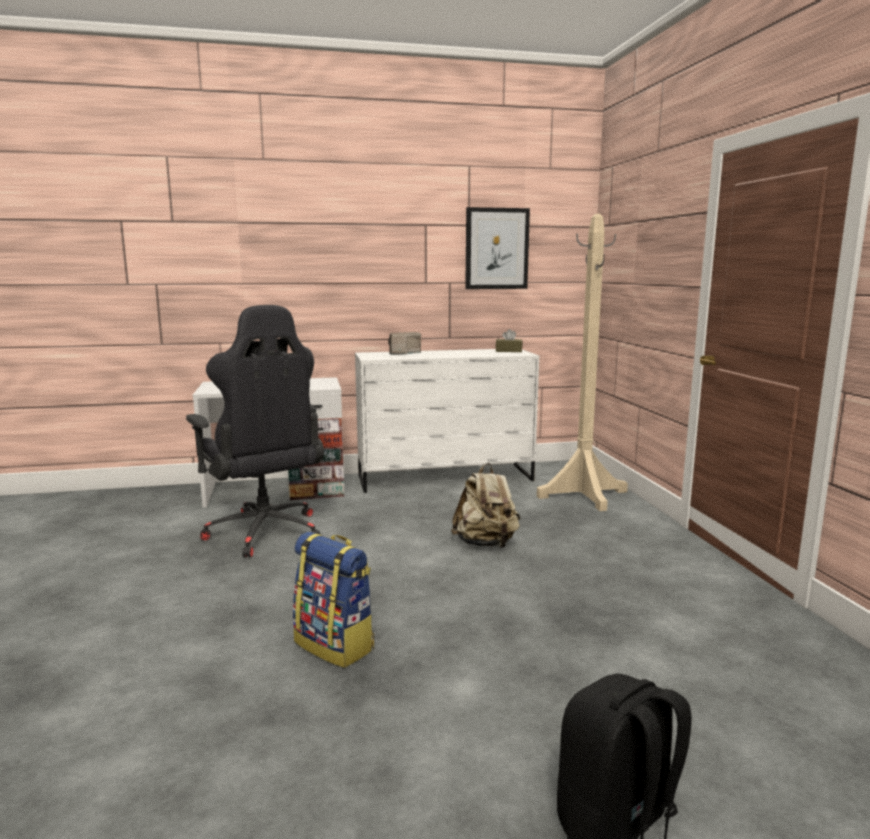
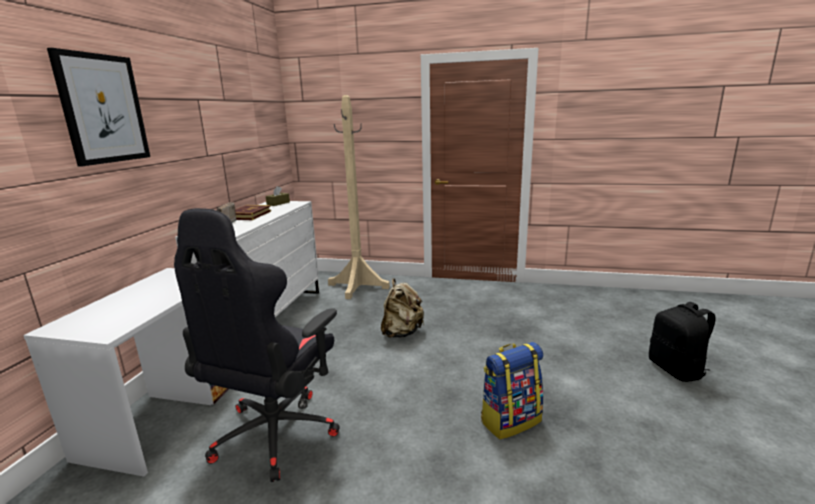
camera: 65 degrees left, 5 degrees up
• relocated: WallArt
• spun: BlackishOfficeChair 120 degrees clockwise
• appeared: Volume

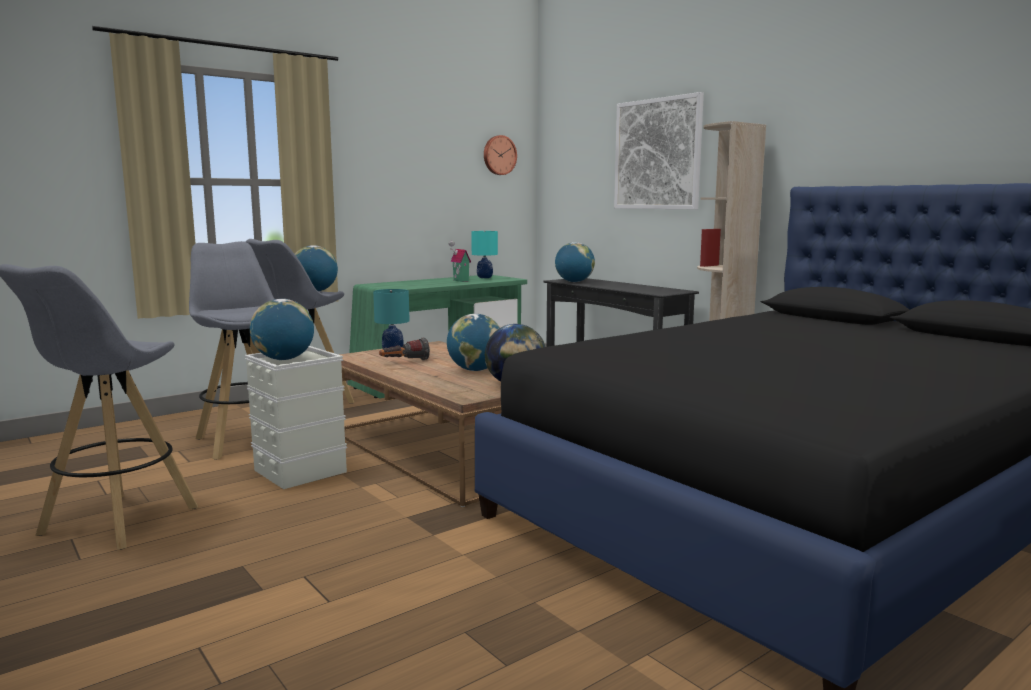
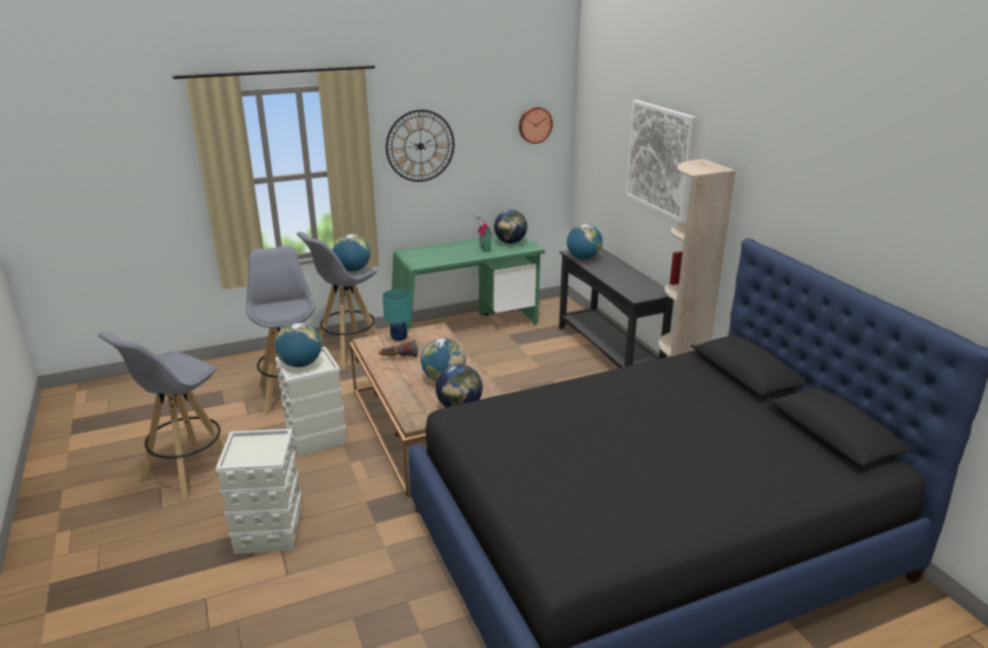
camera: 15 degrees right, 15 degrees up
• exchanged: TurquoiseColouredTabletopLamp (no. 2 from left) to Globe (no. 5 from left)
• appeared: WallClock (no. 1 from left)
• appeared: GrayStorageContainer (no. 1 from left)

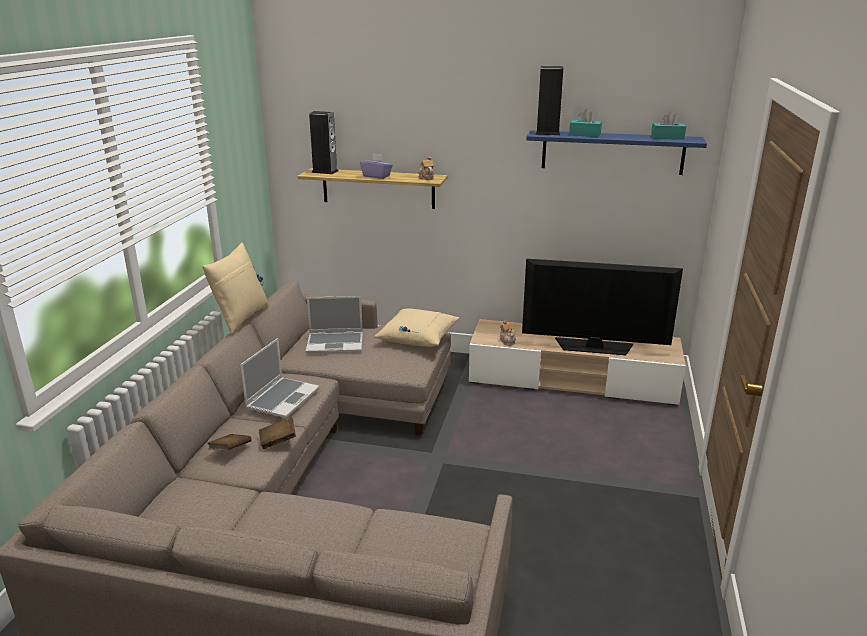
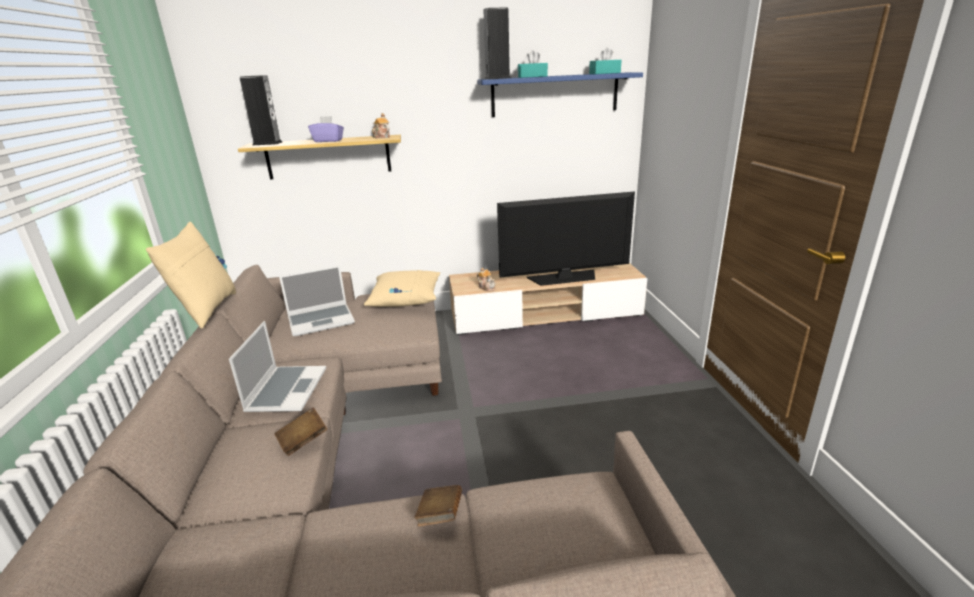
camera: 20 degrees left, 0 degrees up
• relocated: BrownishVolume (no. 1 from left in the first image) to BrownishVolume (no. 2 from left)

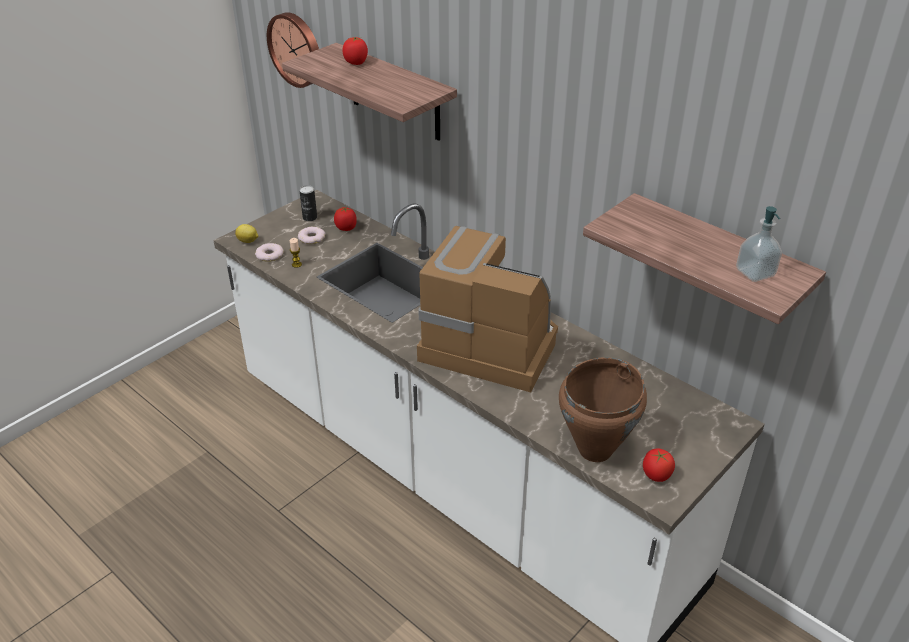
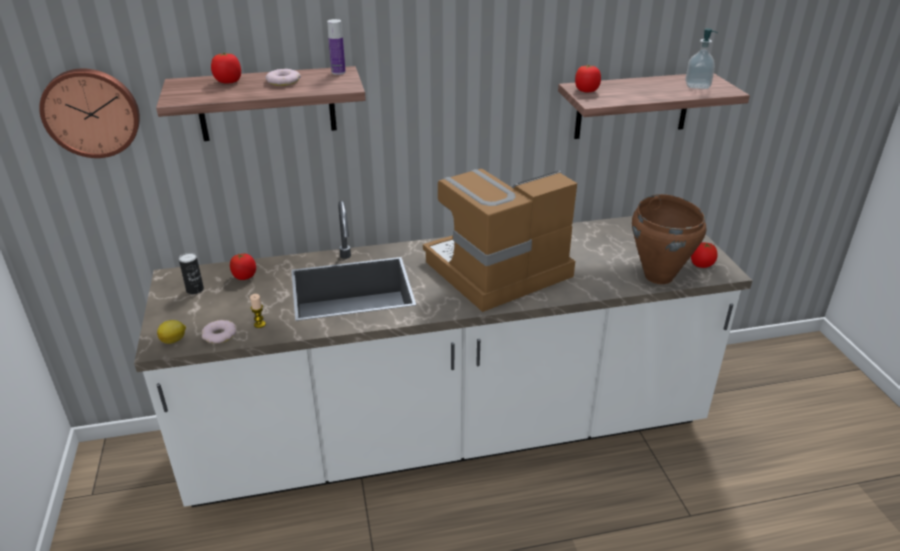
camera: 55 degrees left, 5 degrees down
• relocated: Doughnut (no. 2 from left)
• appeared: Bottle
• appeared: FreshTomato (no. 3 from left)

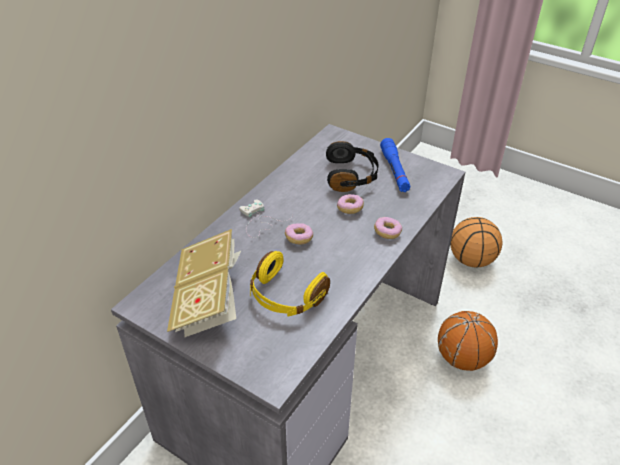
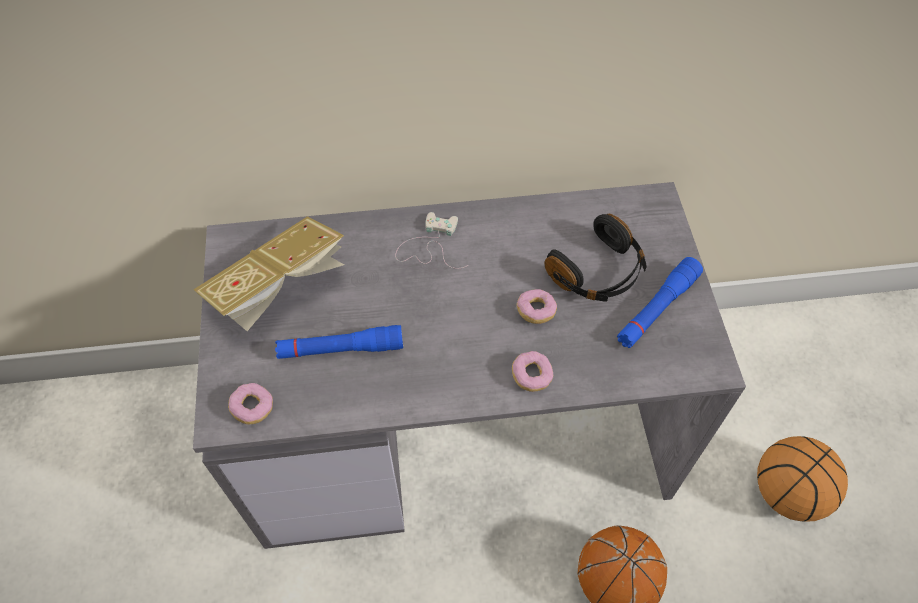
camera: 50 degrees right, 15 degrees up
• relocated: Doughnut (no. 1 from left)
• exchanged: YellowPairOfHeadphones to BlueColouredTorch (no. 1 from left)

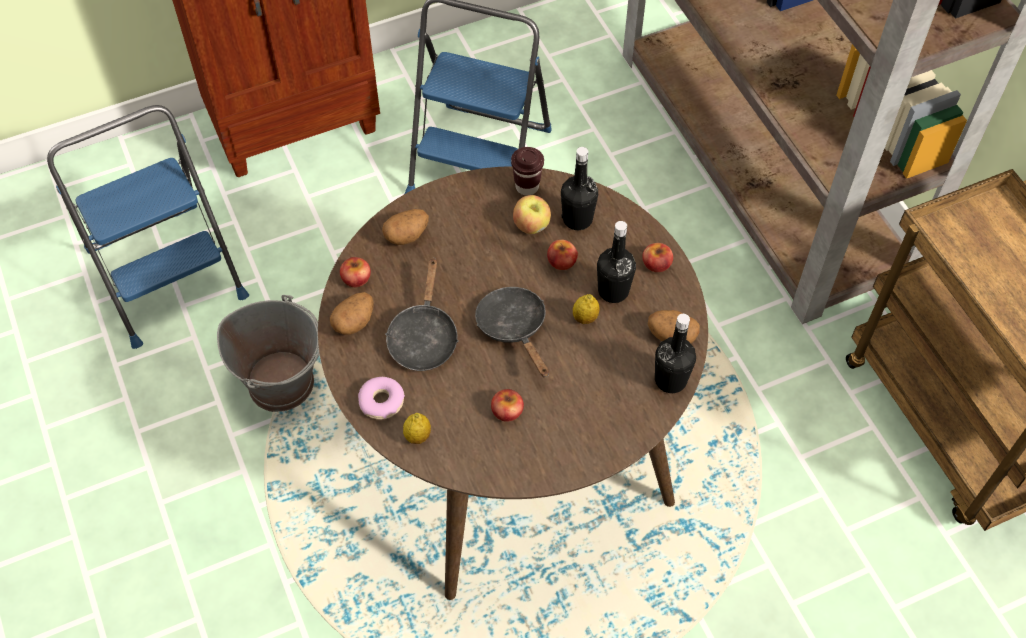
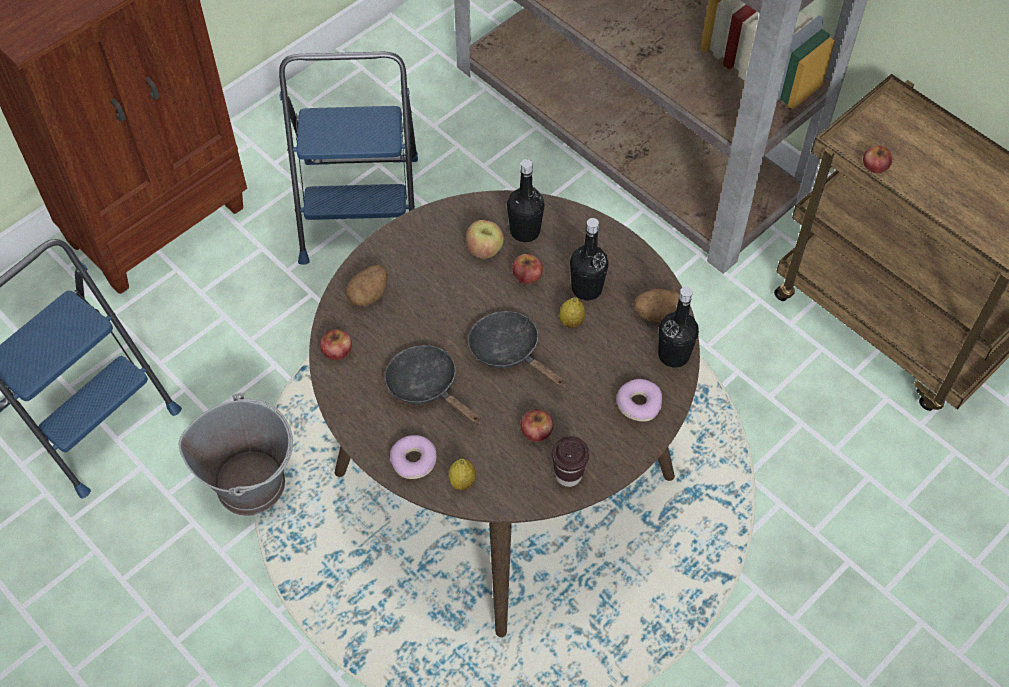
camera: 20 degrees left, 0 degrees up
• relocated: BrownishSmallCup
• relocated: WholeApple (no. 5 from left)
• spun: BlackishSkillet (no. 1 from left) 150 degrees clockwise
• missing: Spud (no. 1 from left)
• appeared: Doughnut (no. 2 from left)

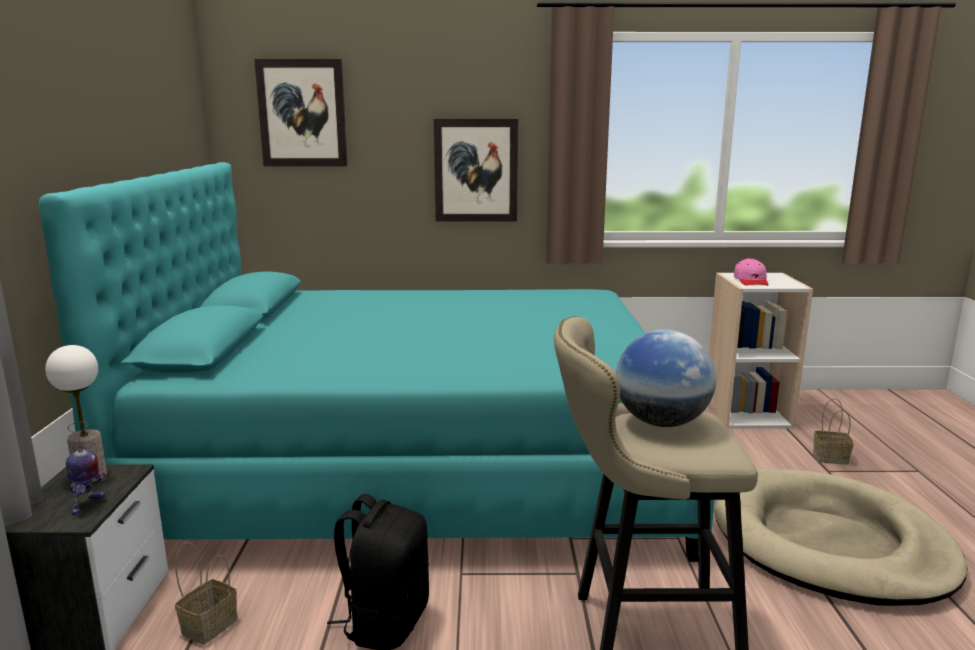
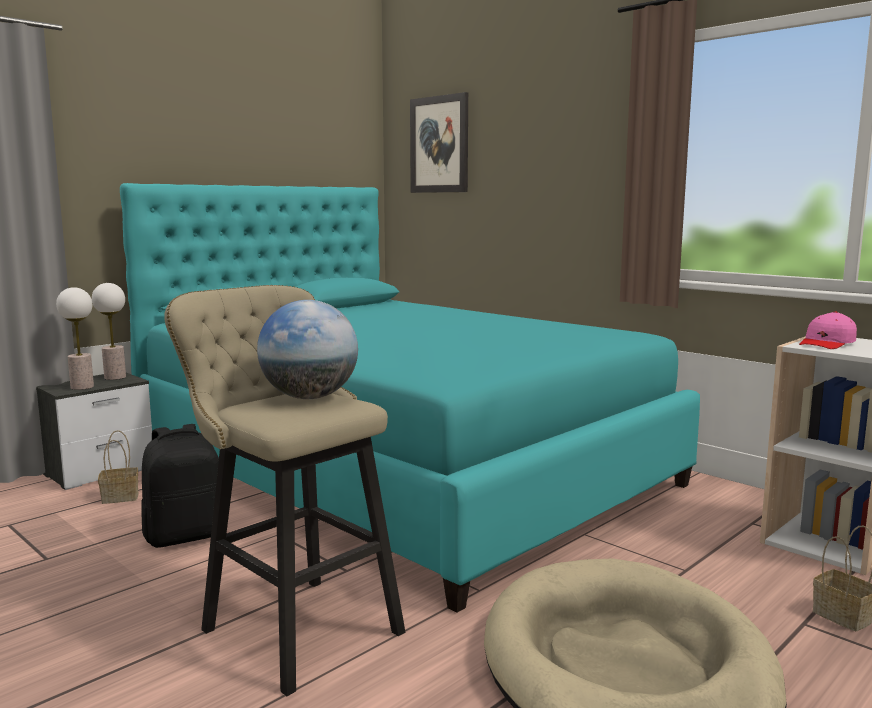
camera: 45 degrees right, 5 degrees down
• missing: WallArt (no. 2 from left)
• exchanged: ModelRobot to TabletopLamp (no. 1 from left)

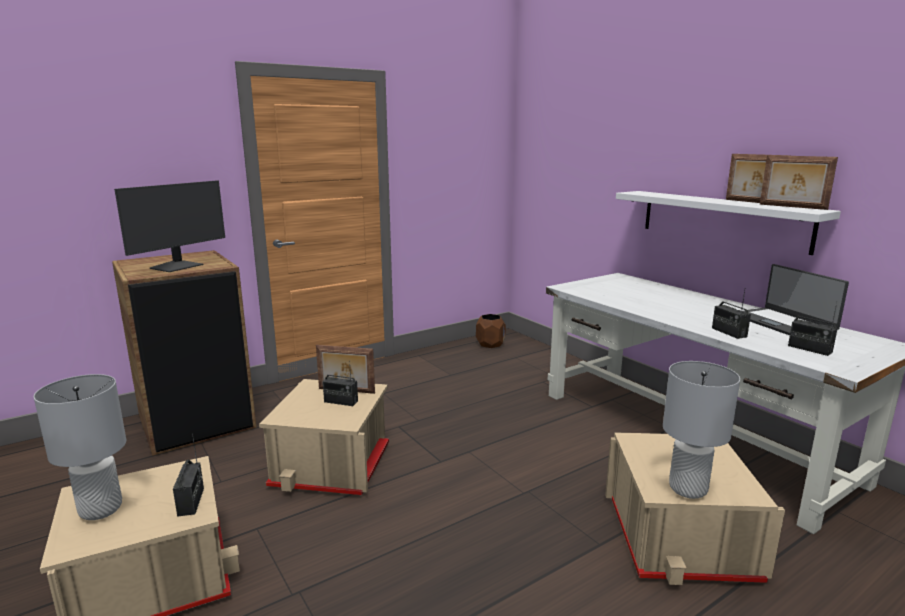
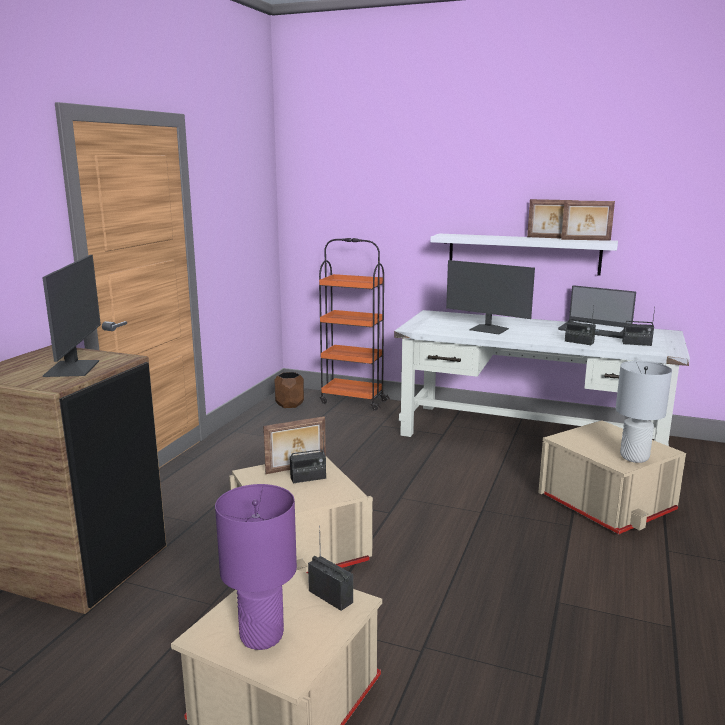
camera: 35 degrees left, 0 degrees up
• colour: GrayTabletopLamp (no. 1 from left) to PurplishTabletopLamp
• appeared: OrangeyWheeledCart
• appeared: ComputerScreen (no. 2 from left)

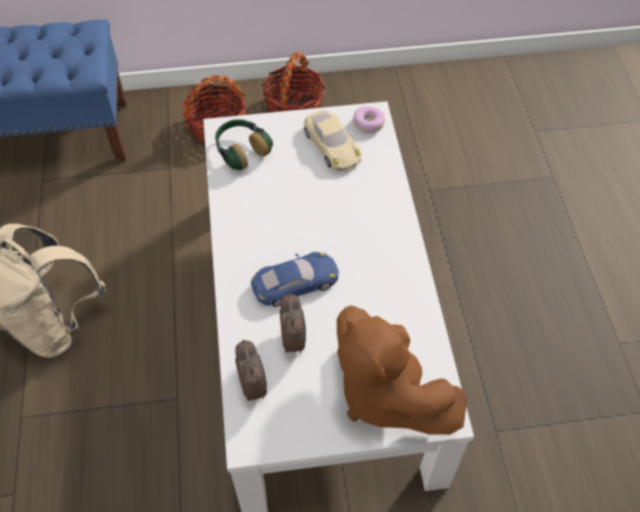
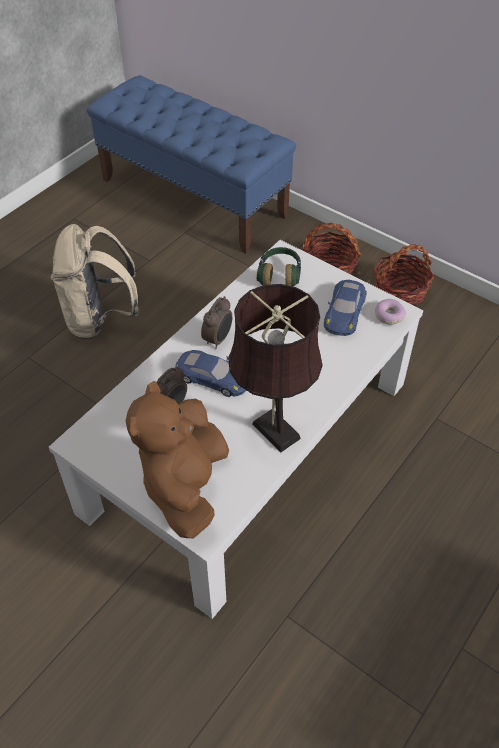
camera: 45 degrees right, 5 degrees down
• colour: BeigeModelCar to BlueColouredModelCar (no. 2 from left)
• relocated: TableClock (no. 1 from left in the first image) to TableClock (no. 2 from left)
• appeared: BrownishTabletopLamp

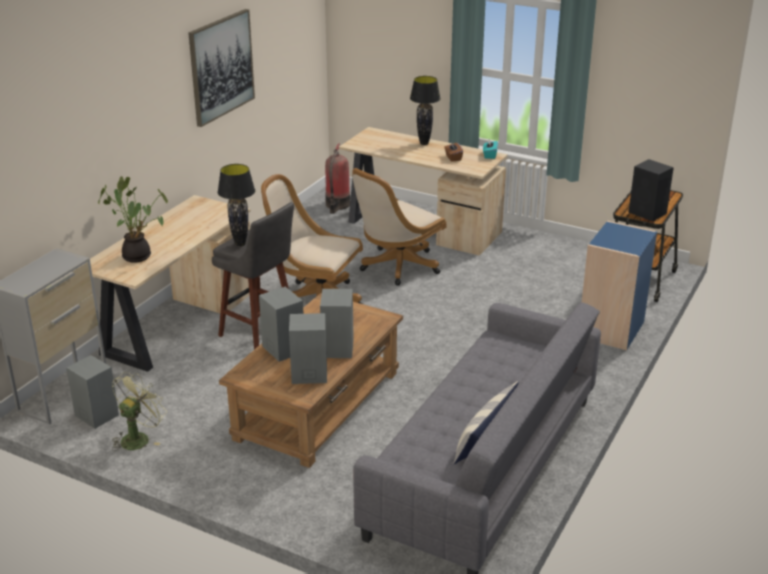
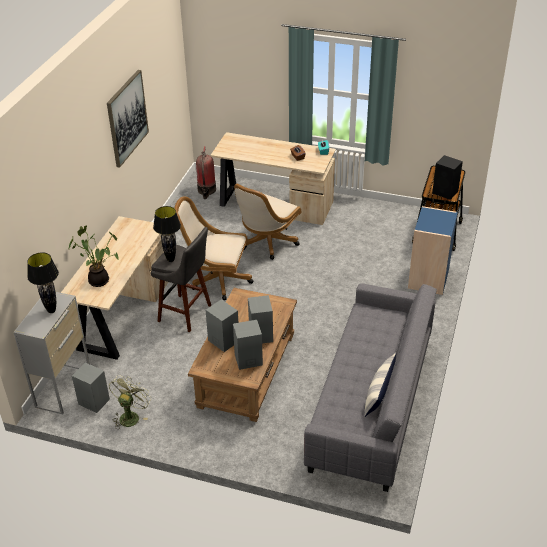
camera: 10 degrees left, 10 degrees up
• relocated: BlackishTabletopLamp (no. 2 from left in the first image) to BlackishTabletopLamp (no. 1 from left)

